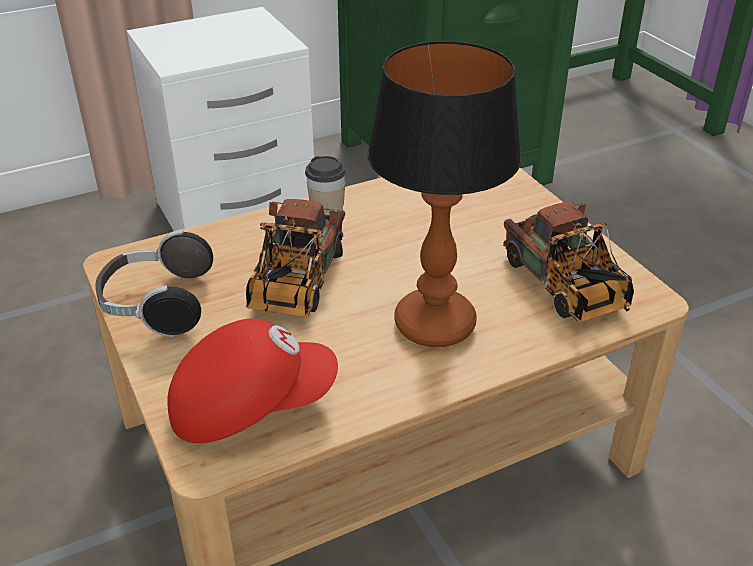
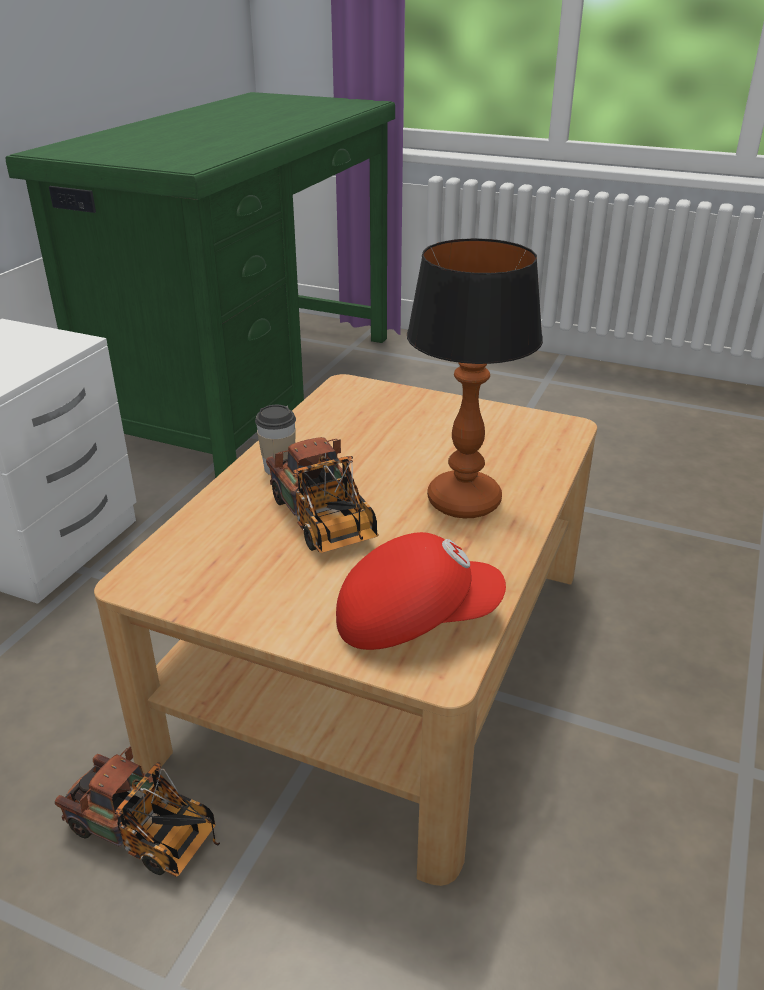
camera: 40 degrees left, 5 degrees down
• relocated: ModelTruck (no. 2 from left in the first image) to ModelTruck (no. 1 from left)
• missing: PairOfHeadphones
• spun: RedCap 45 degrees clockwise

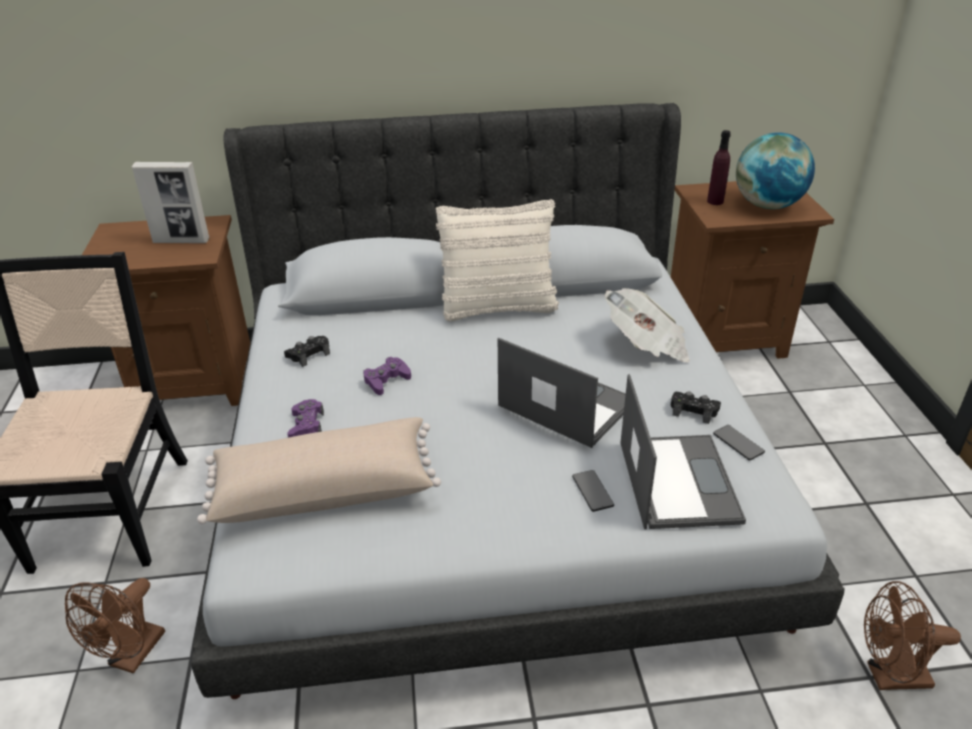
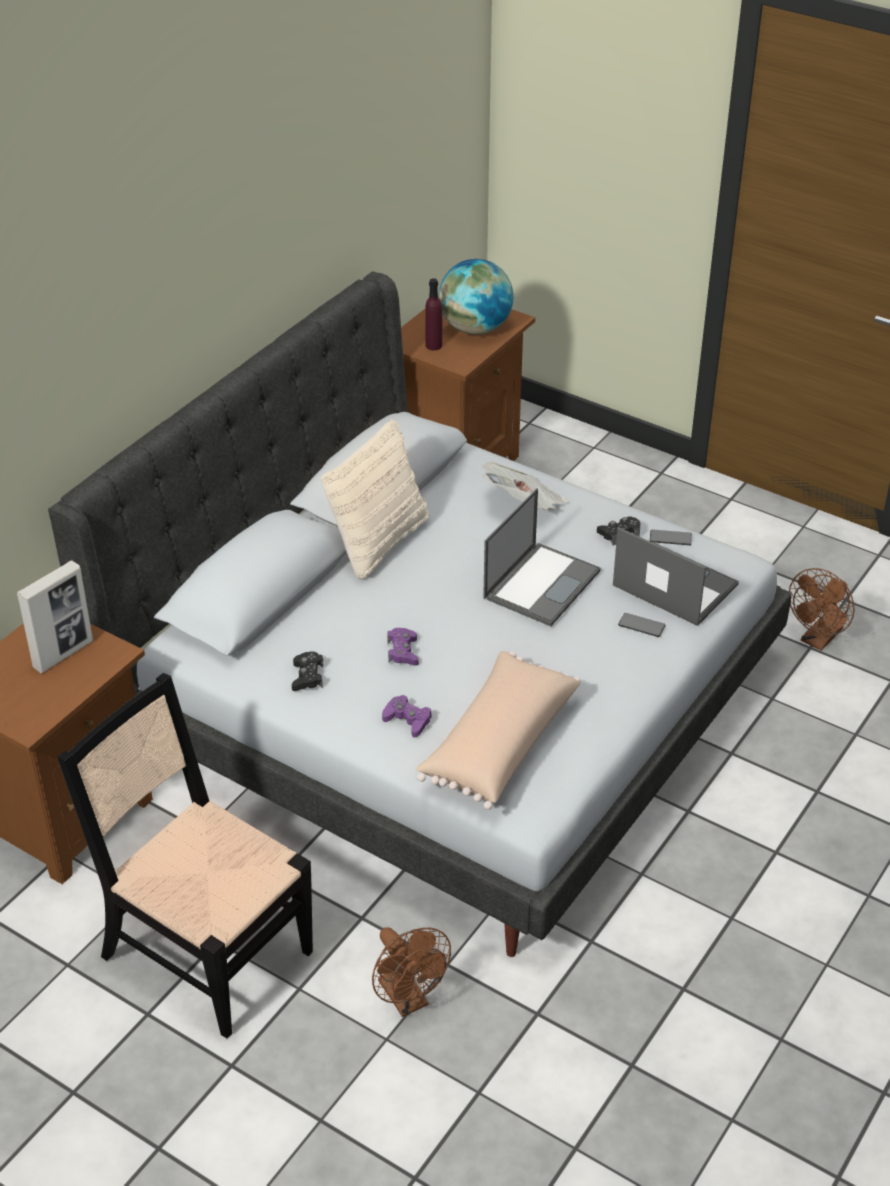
camera: 50 degrees left, 5 degrees up
• spun: Laptop (no. 1 from left) 135 degrees clockwise

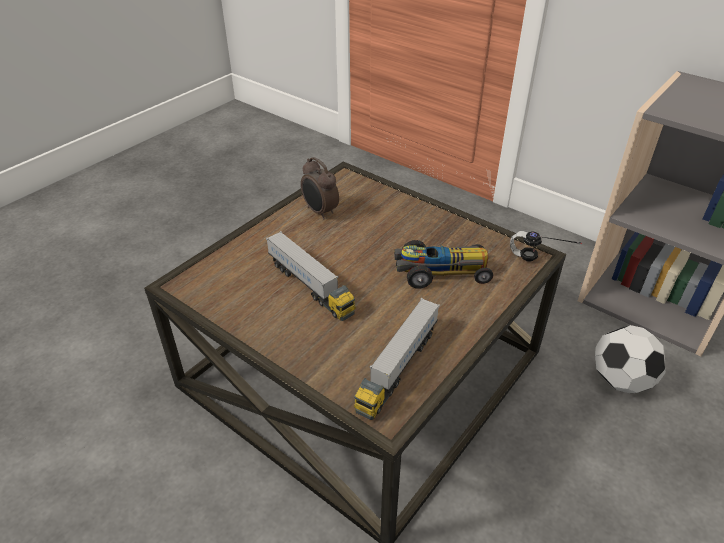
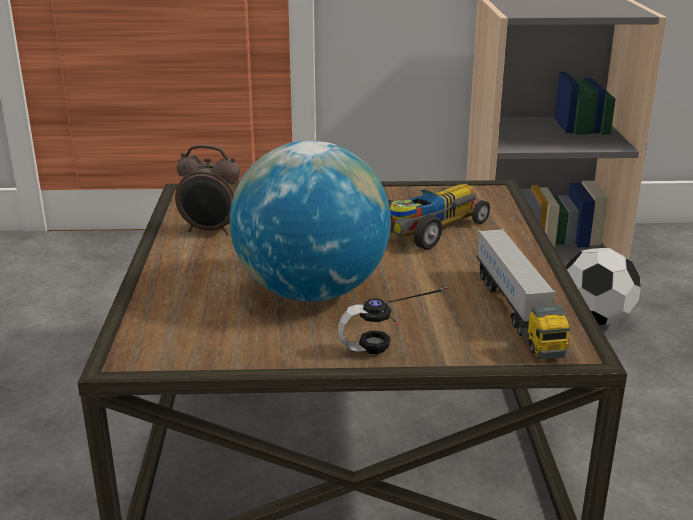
camera: 40 degrees left, 15 degrees down
• exchanged: ModelTruck (no. 1 from left) to Globe
• relocated: PairOfHeadphones

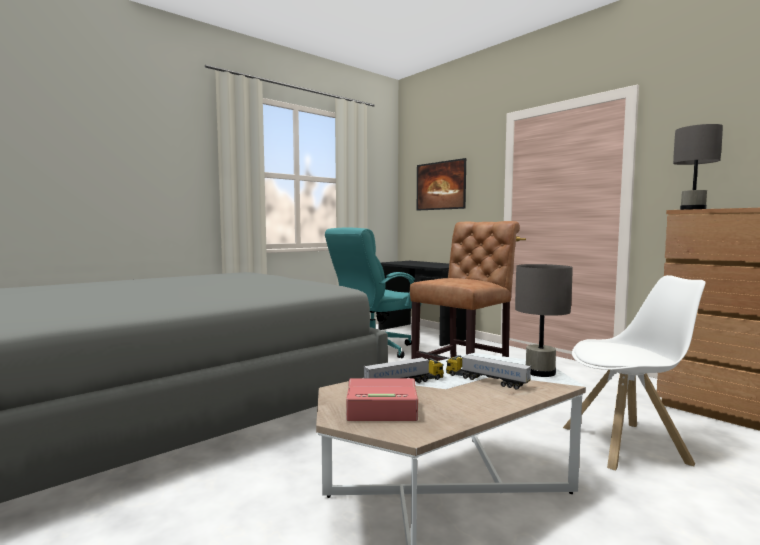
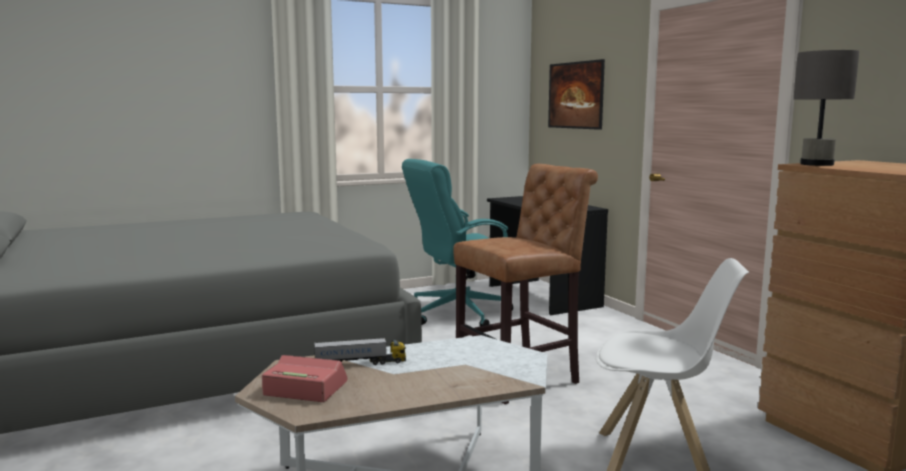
camera: 15 degrees right, 5 degrees up
• missing: GrayTabletopLamp (no. 1 from left)
• missing: ModelTruck (no. 2 from left)

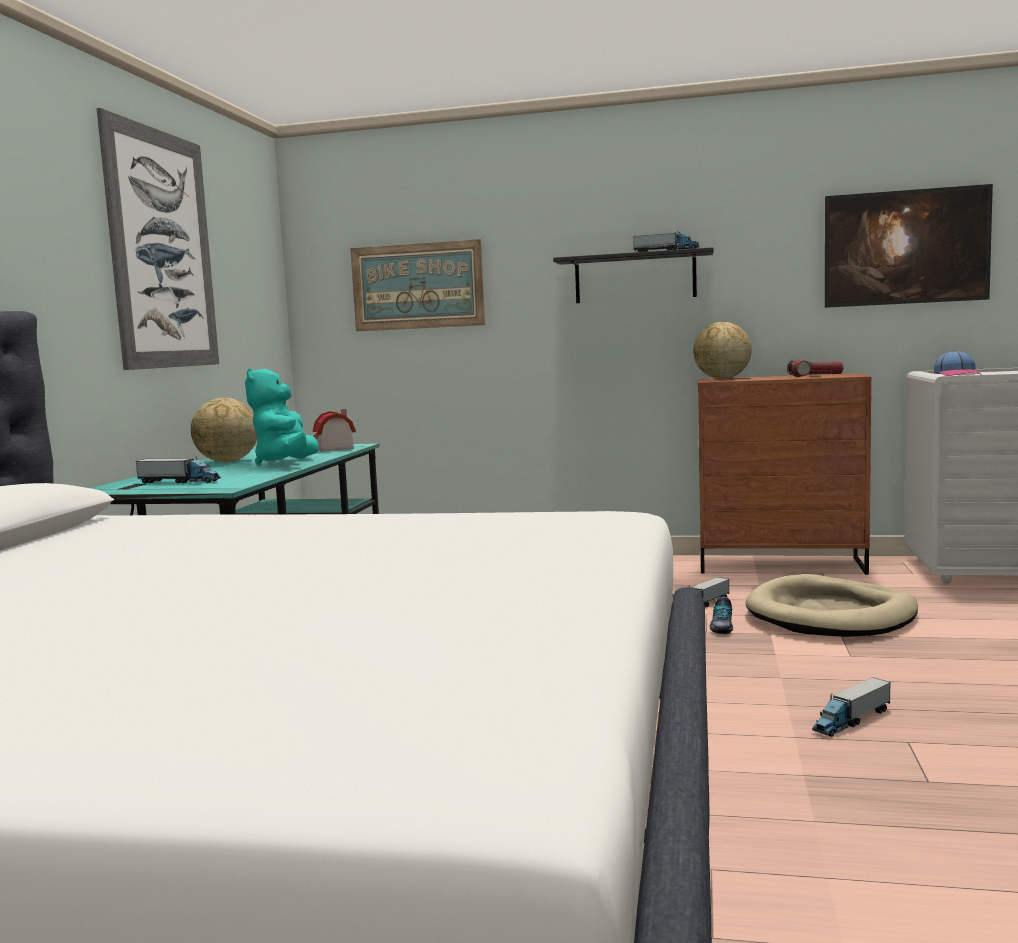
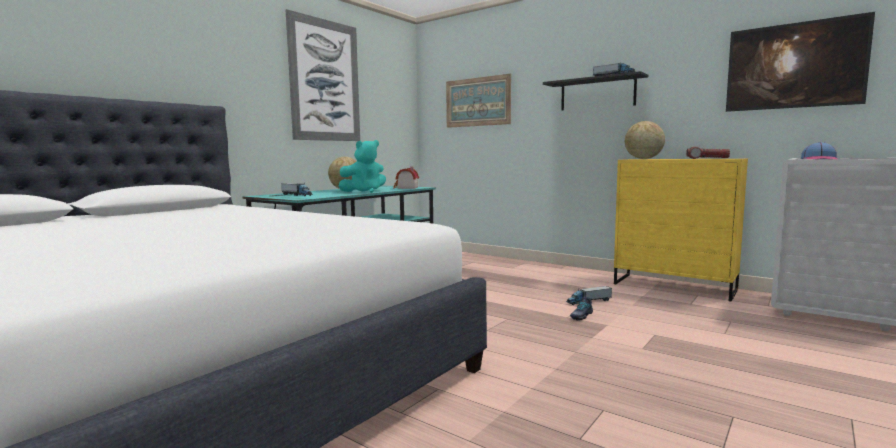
camera: 25 degrees right, 0 degrees up
• spun: TurquoiseColouredCuddlyToy 150 degrees counterclockwise
• colour: BrownishChestOfDrawers to YellowChestOfDrawers
• missing: BeigeDogCushion
• missing: ModelTruck (no. 4 from left)

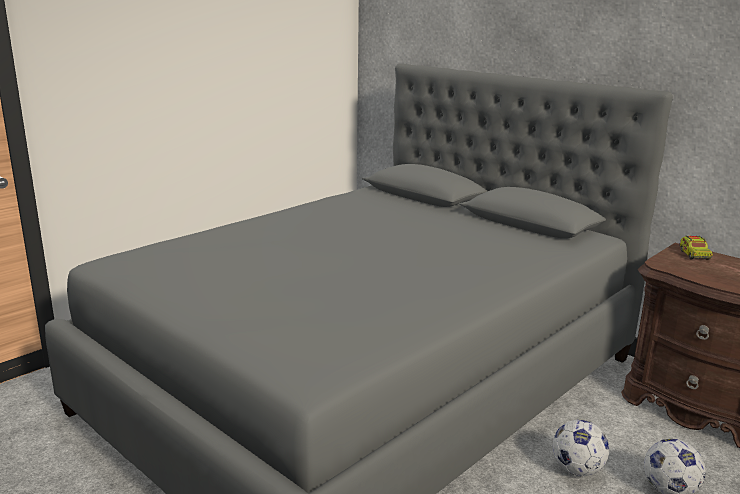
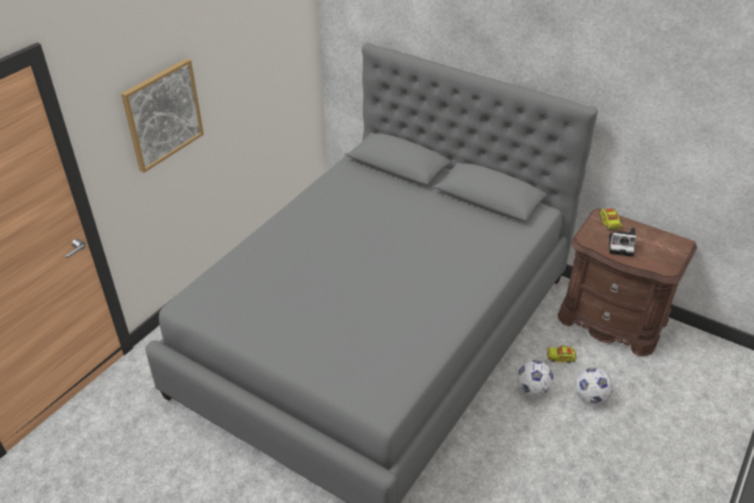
camera: 10 degrees left, 20 degrees up
• appeared: WallArt
• appeared: PhotoCamera
• appeared: ModelTruck (no. 1 from left)

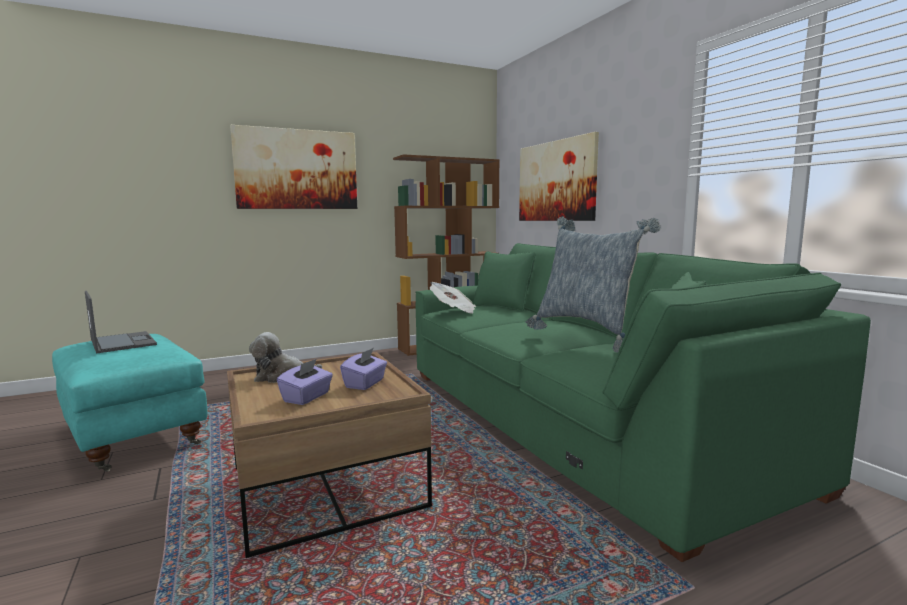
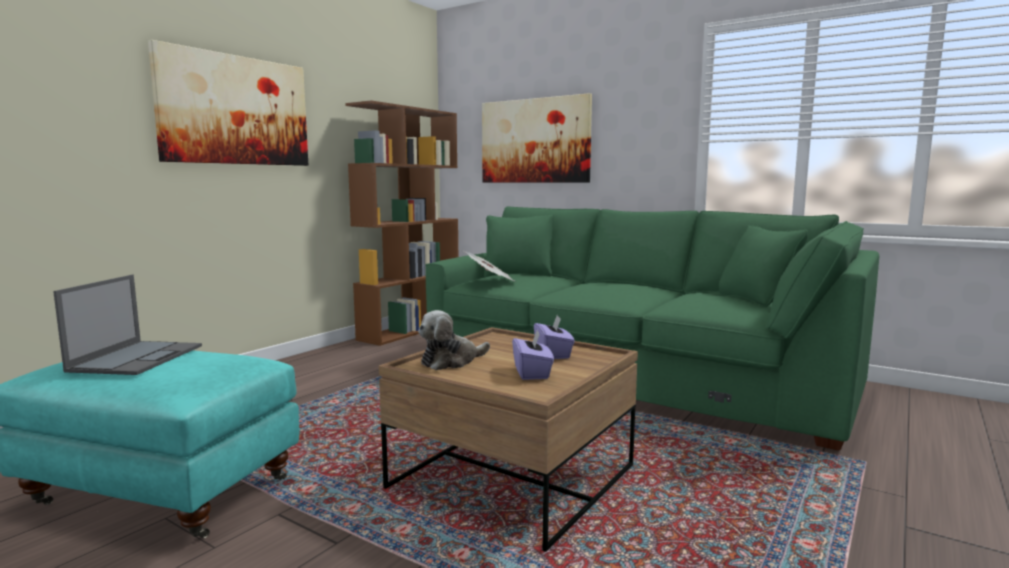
camera: 30 degrees left, 0 degrees up
• missing: ThrowPillow
• spun: Laptop 75 degrees clockwise

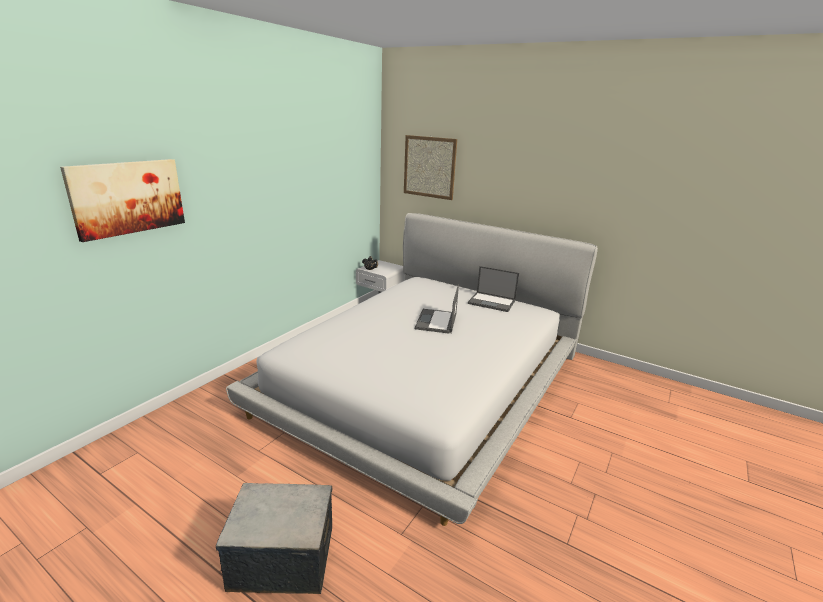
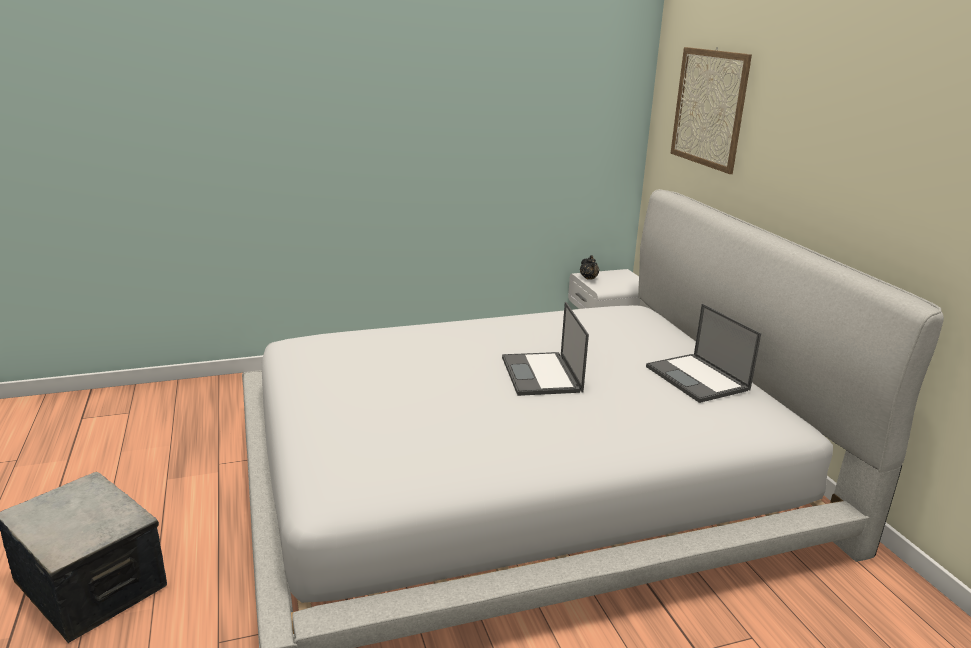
camera: 40 degrees right, 0 degrees up
• missing: WallArt (no. 1 from left)
• spun: Laptop (no. 1 from left) 60 degrees counterclockwise

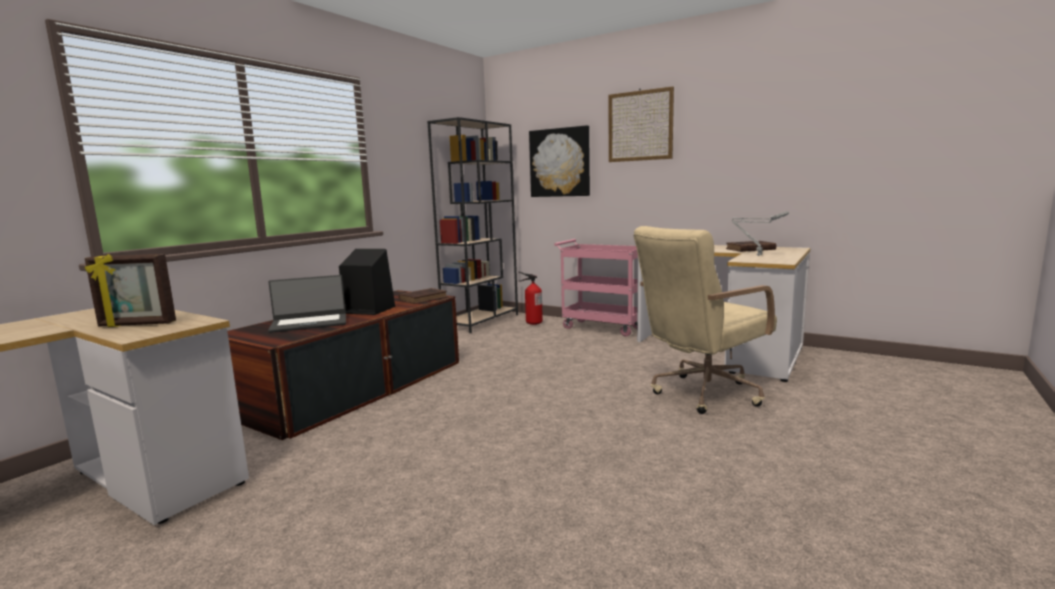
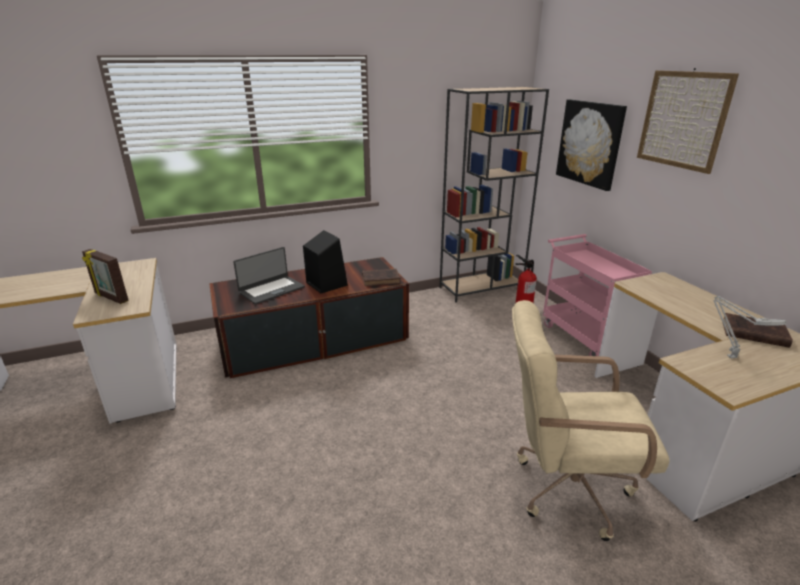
camera: 35 degrees right, 15 degrees up
• spun: Laptop 60 degrees counterclockwise

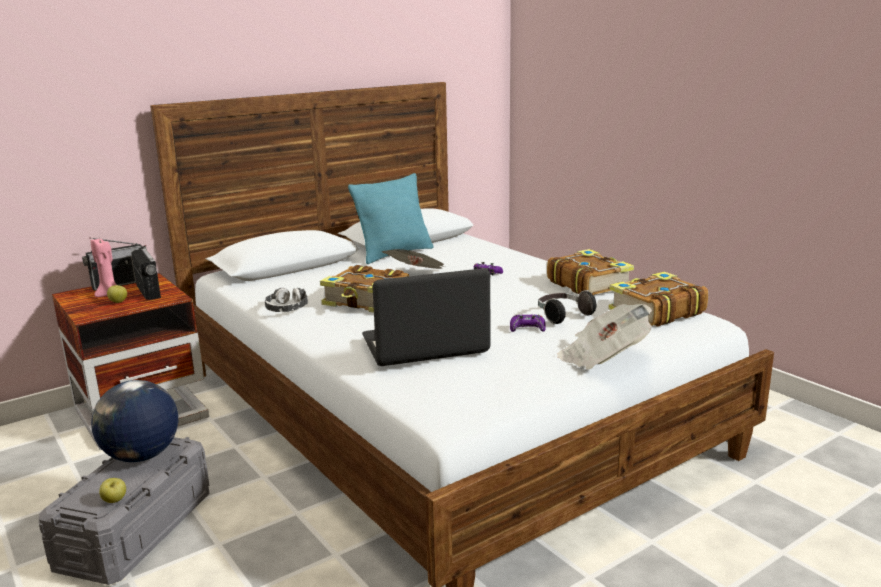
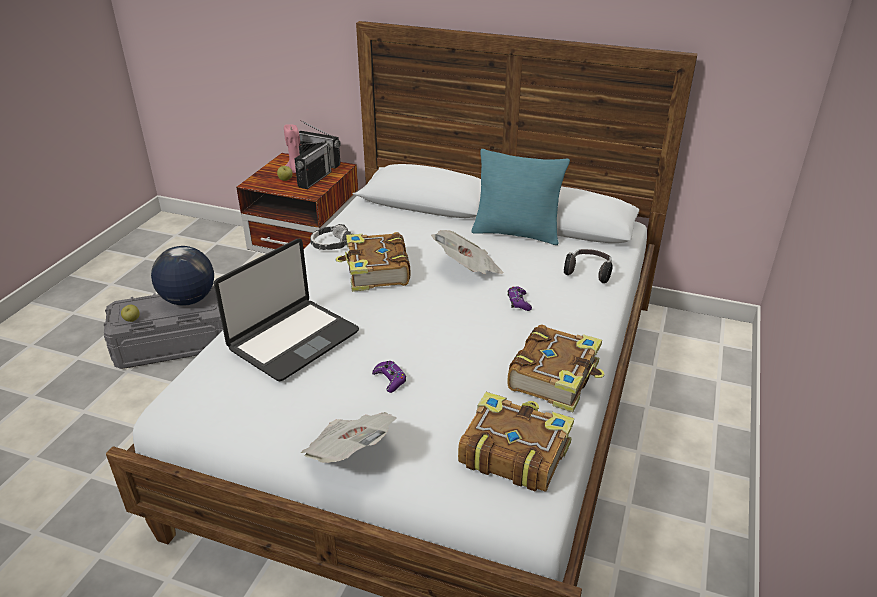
camera: 55 degrees right, 15 degrees up
• spun: Laptop 90 degrees clockwise
• relocated: PairOfHeadphones (no. 2 from left)

